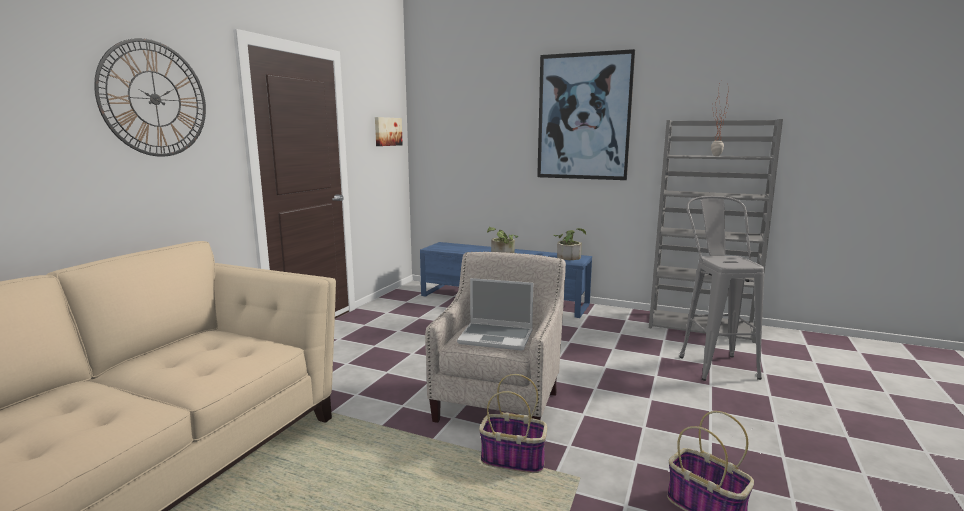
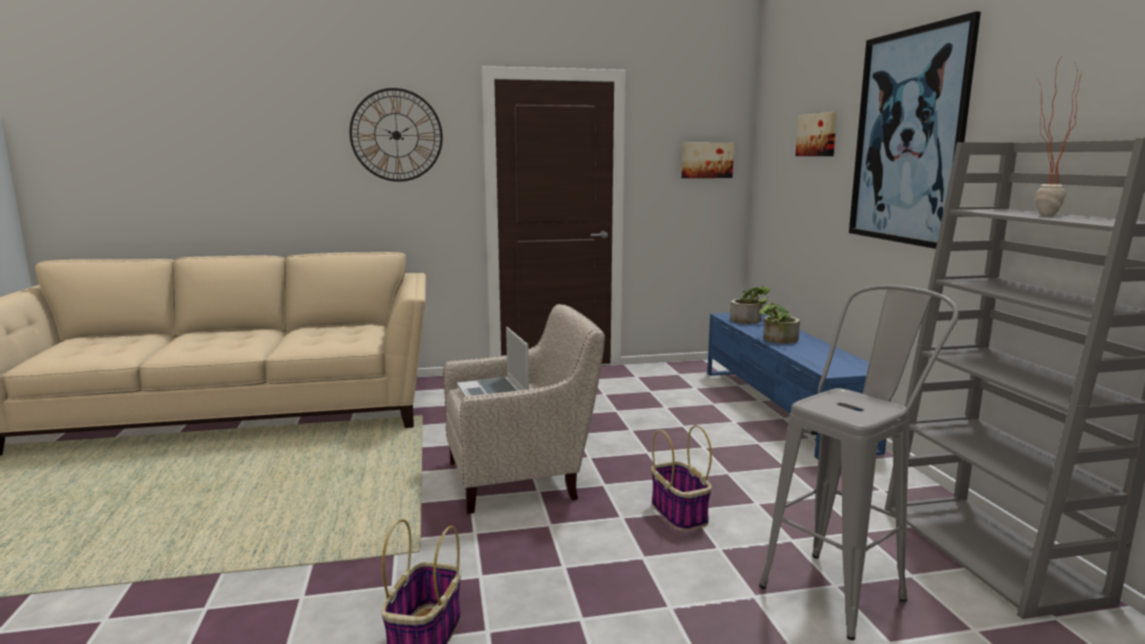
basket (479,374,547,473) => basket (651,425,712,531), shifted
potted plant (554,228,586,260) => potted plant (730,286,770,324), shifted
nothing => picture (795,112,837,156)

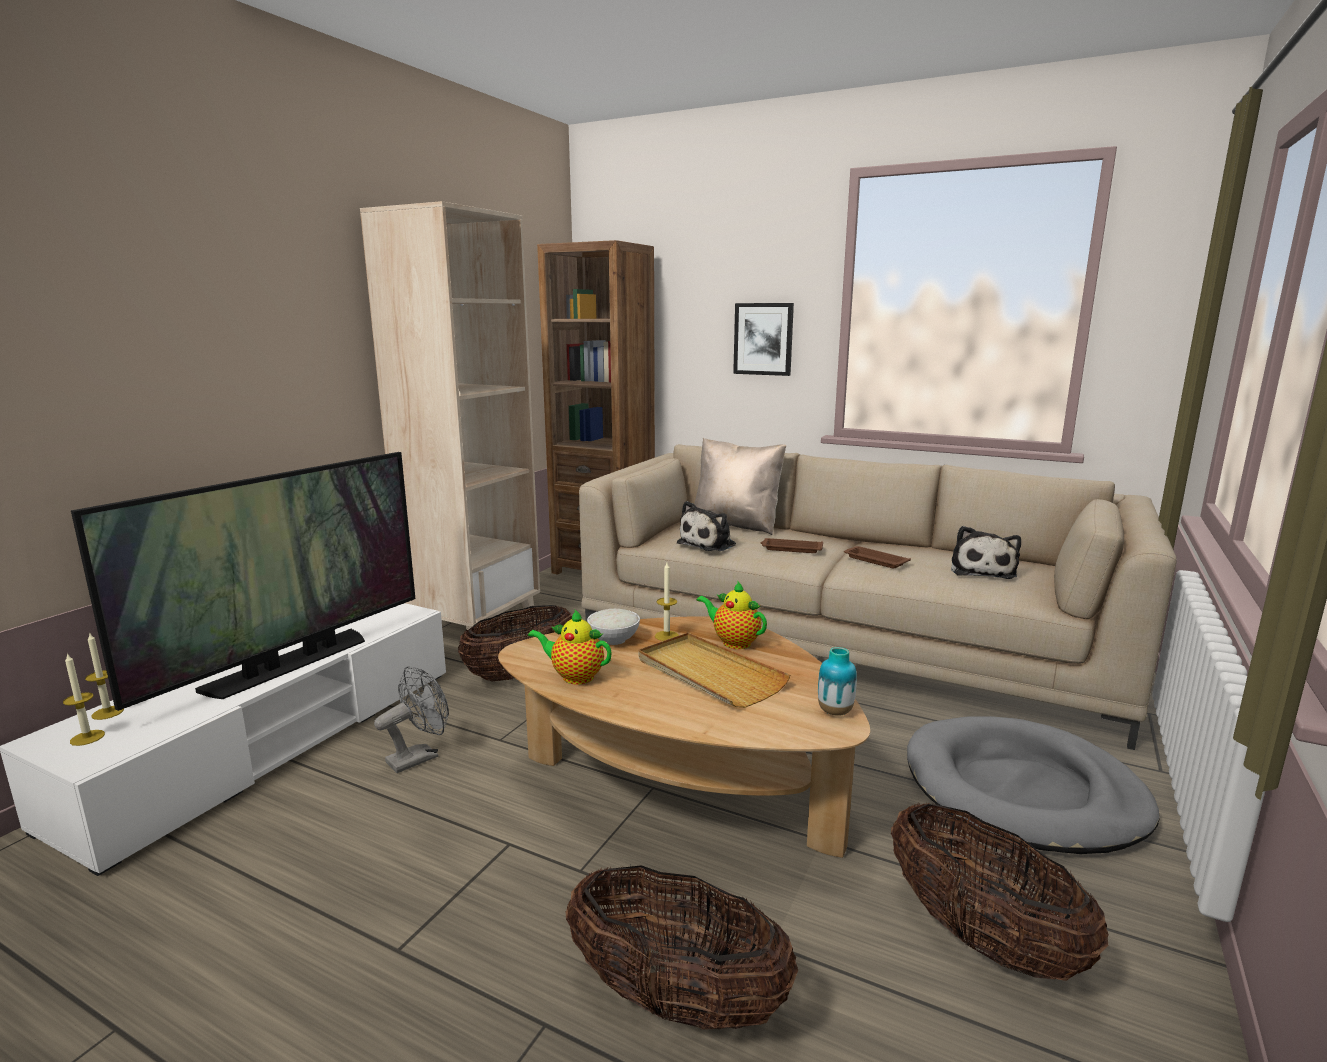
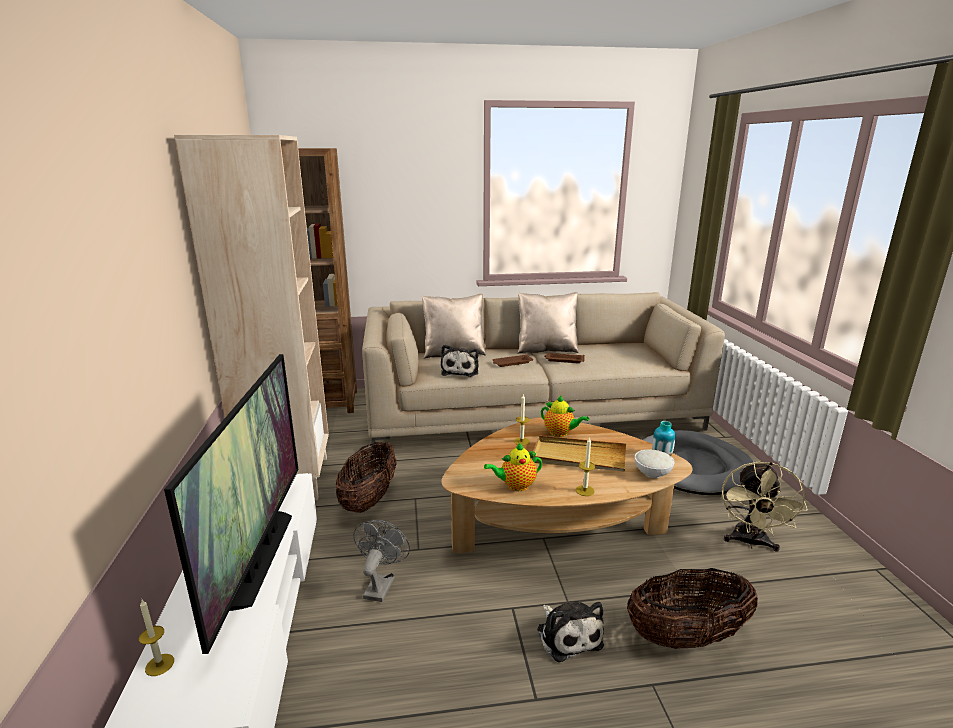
nothing => pillow in beige (517,292,579,354)
plush toy (951,526,1021,579) => plush toy (537,601,604,662), shifted
teapot (697,581,767,649) => teapot (541,395,589,437), 150 degrees counterclockwise
candle (63,653,105,746) => candle (576,437,595,496), shifted
bowl in white (587,609,640,645) => bowl in white (635,450,675,478), shifted
basket (891,802,1109,981) => fan in beige (722,461,808,552)
picture (733,303,794,376) => nothing

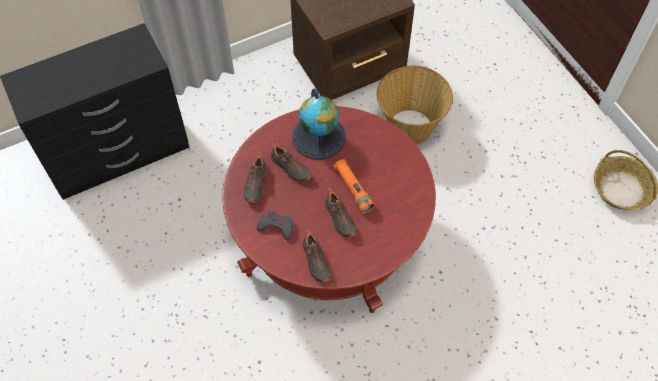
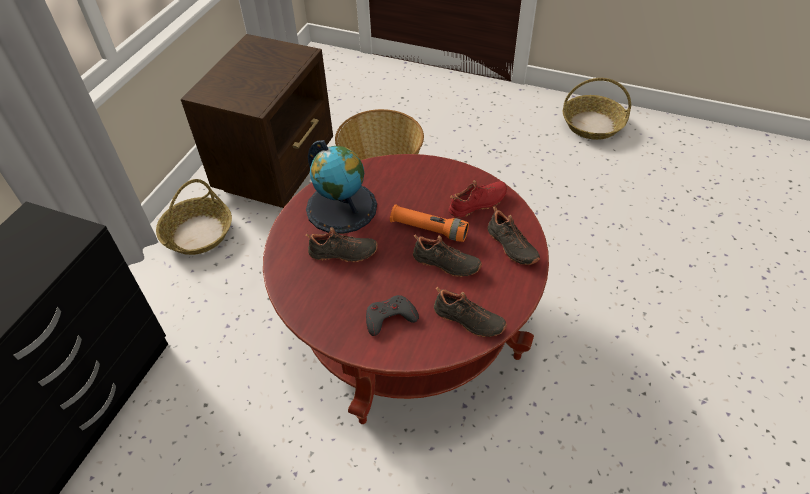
nothing => basket (156,179,232,255)
nothing => shoe in red (449,180,507,218)
shoe in black (244,152,267,203) => shoe in black (487,206,540,265), shifted

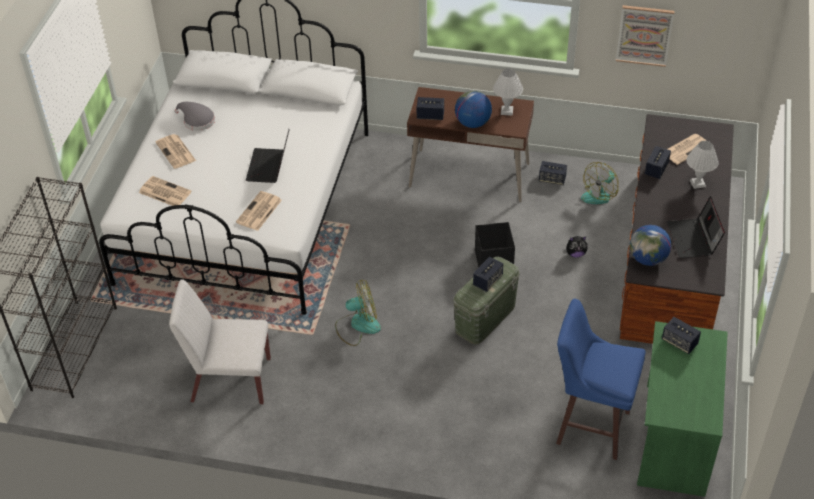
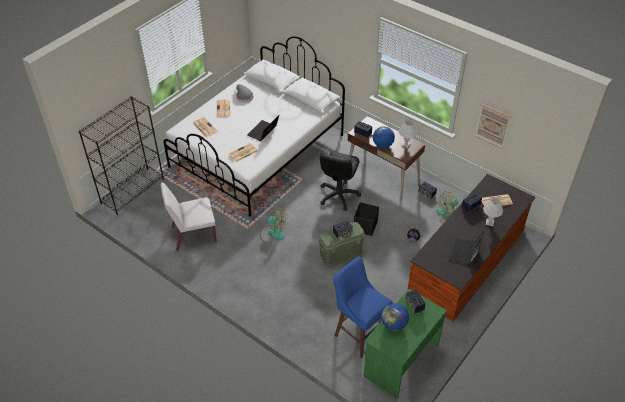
chair in white (169,279,271,404) => chair in white (160,183,217,251), 45 degrees counterclockwise
nothing => office chair in black (320,152,361,211)
globe (630,225,671,266) => globe (381,303,409,331), shifted

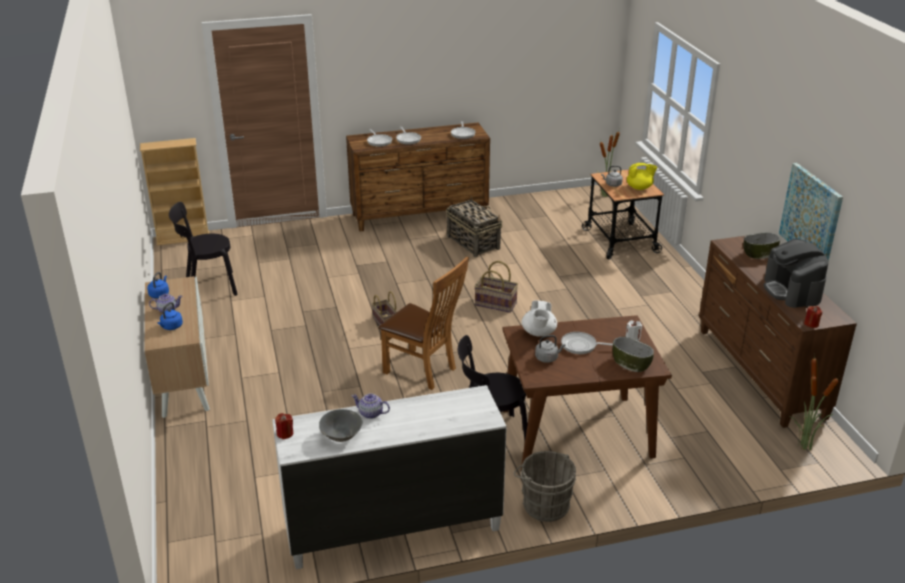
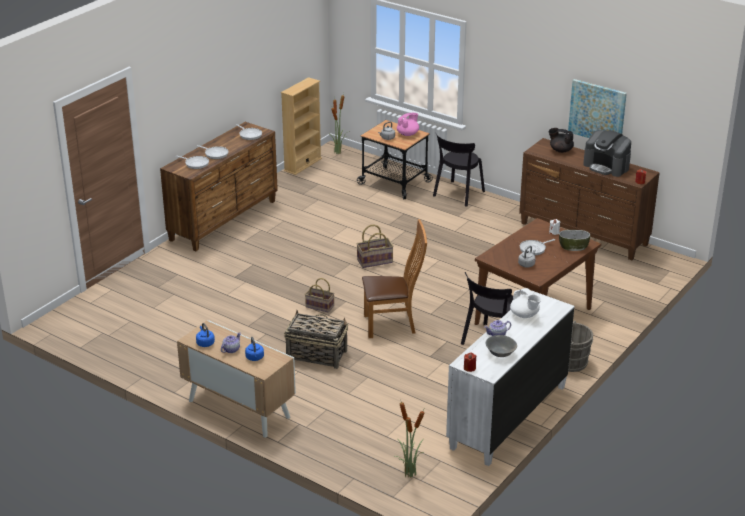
bookcase in beige (140,138,209,246) => bookcase in beige (281,77,322,175), shifted
basket (446,196,503,257) => basket (284,310,348,369), shifted
potted plant (789,355,839,450) => potted plant (395,402,424,477), shifted
teapot in yellow (627,163,657,190) => teapot in pink (397,113,419,136)
chair in black (169,202,238,296) => chair in black (433,132,485,207), shifted
teapot in white (521,300,557,337) => teapot in white (510,288,541,318), shifted
bowl (743,232,780,259) => teapot in black (549,128,574,153)

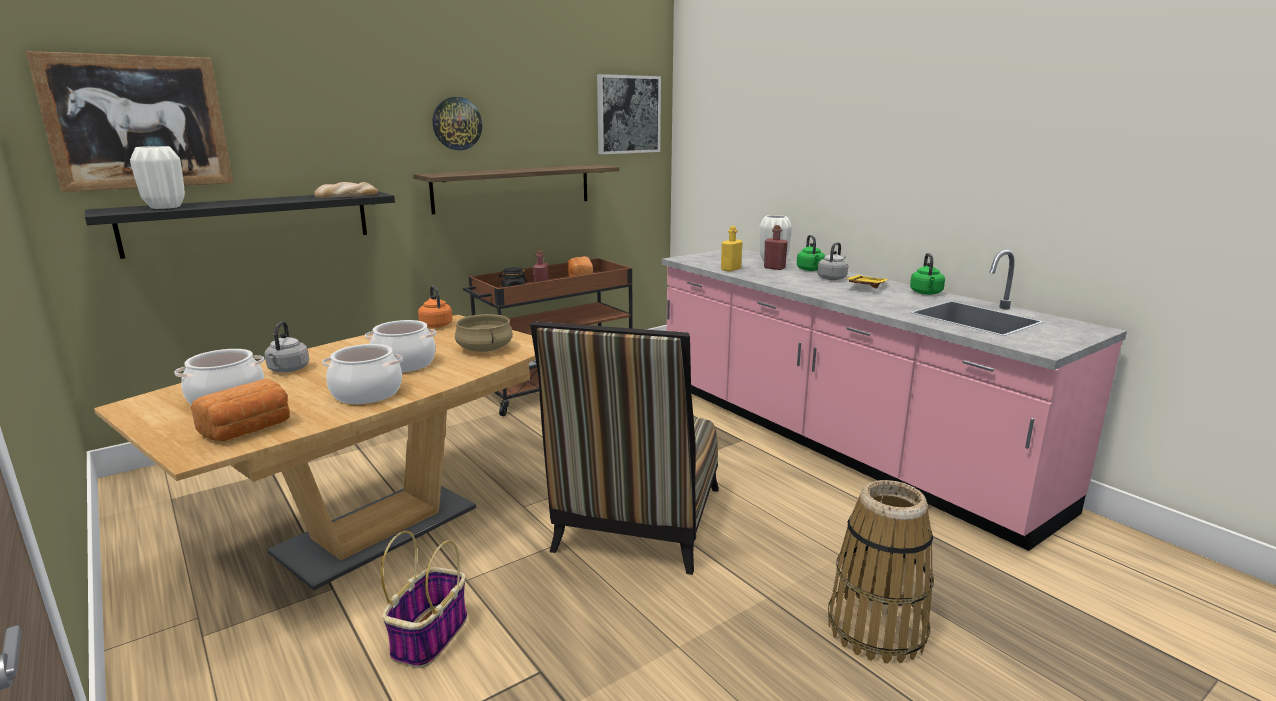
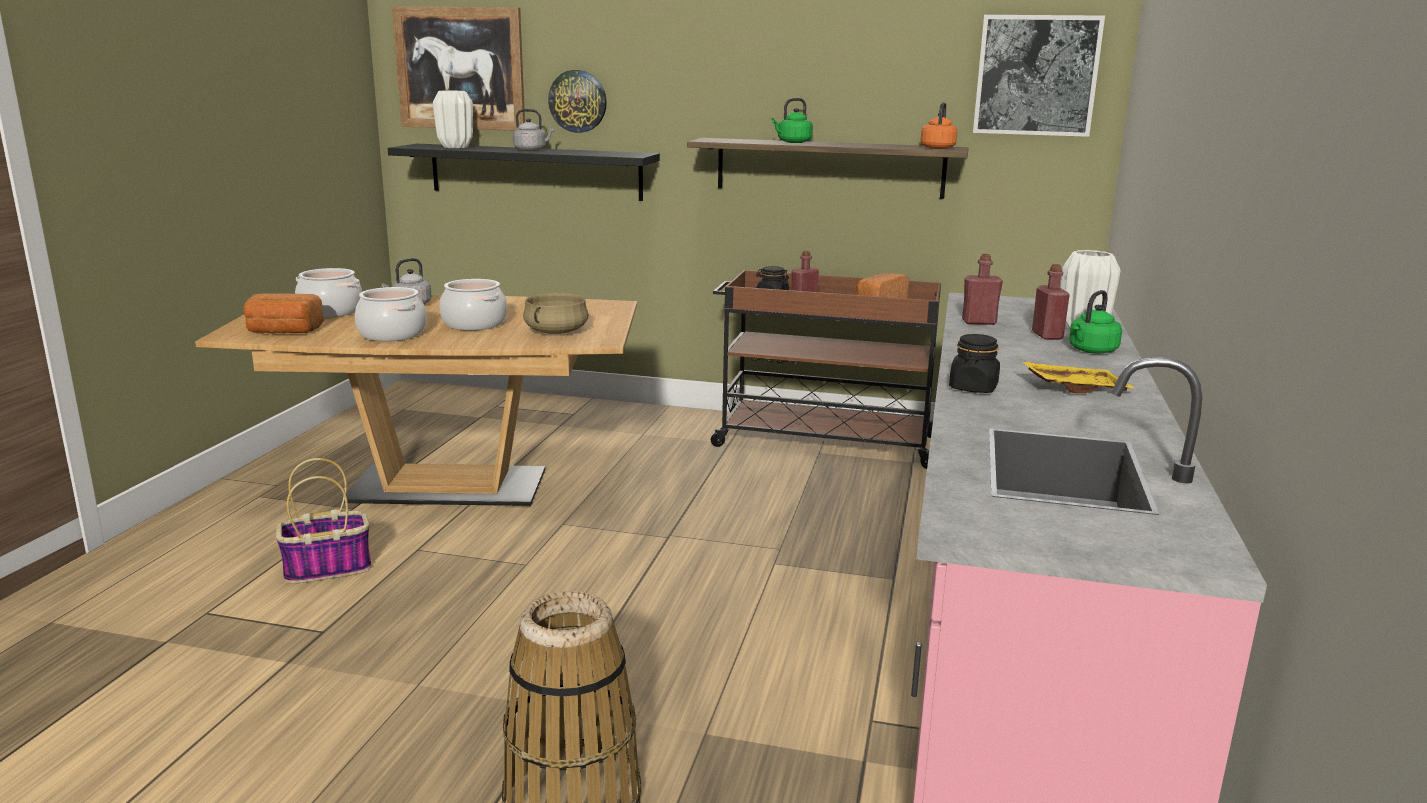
kettle in grey (817,242,848,280) => kettle in grey (513,109,554,151), shifted
wall clock (432,97,482,150) => wall clock (548,70,607,133), shifted
kettle in green (910,253,945,295) => kettle in green (771,98,813,143), shifted
kettle in orange (418,285,452,328) => kettle in orange (921,102,958,149), shifted
nothing => jar in black (949,334,1000,393)
bottle in yellow (721,226,742,272) => bottle in red (962,254,1003,325)
bread (314,182,378,198) => nothing
chair (530,321,719,575) => nothing

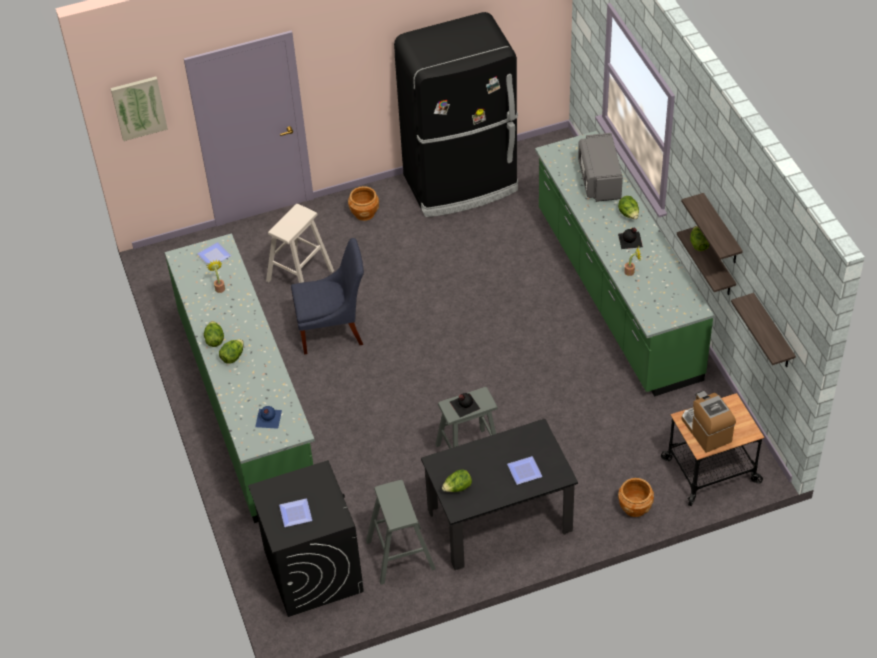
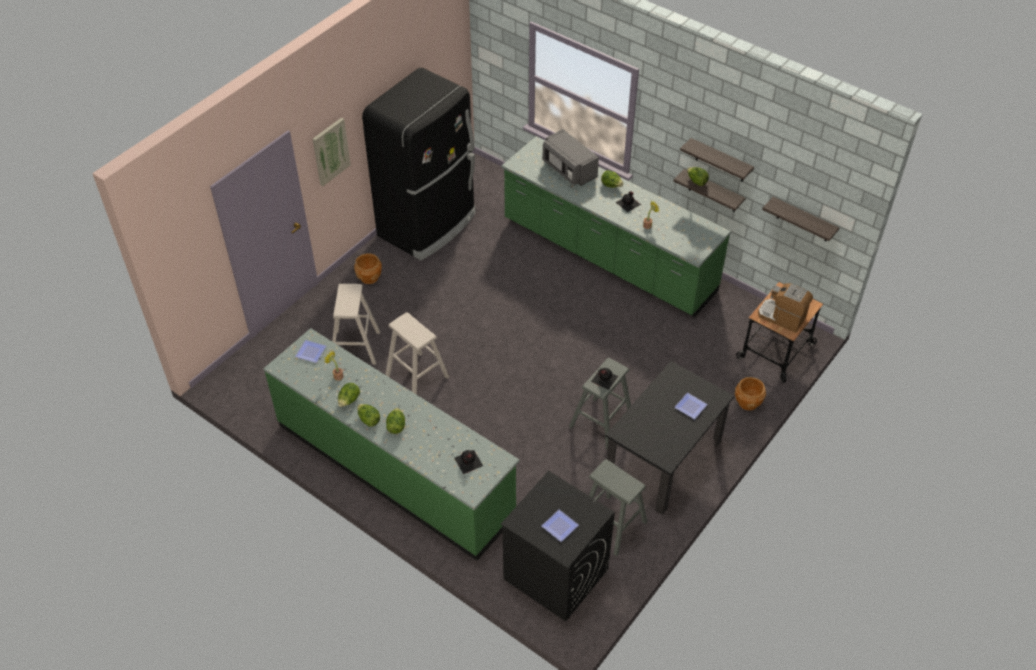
picture (111,77,168,141) => picture (313,118,351,186), shifted
lettuce (442,469,472,492) => lettuce (338,383,360,407), shifted
chair in blue (291,238,364,355) => stool in beige (385,312,449,395)
bottle in blue (255,406,282,429) => bottle in black (454,450,483,474)

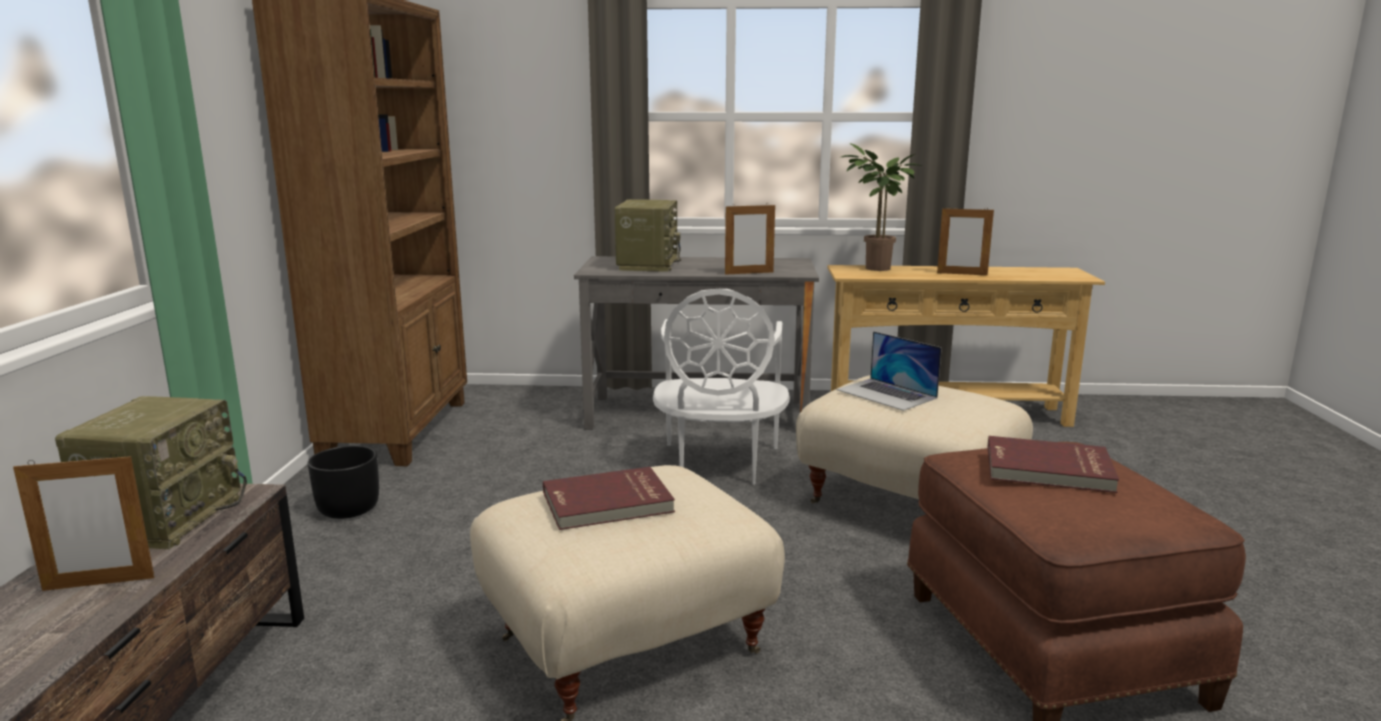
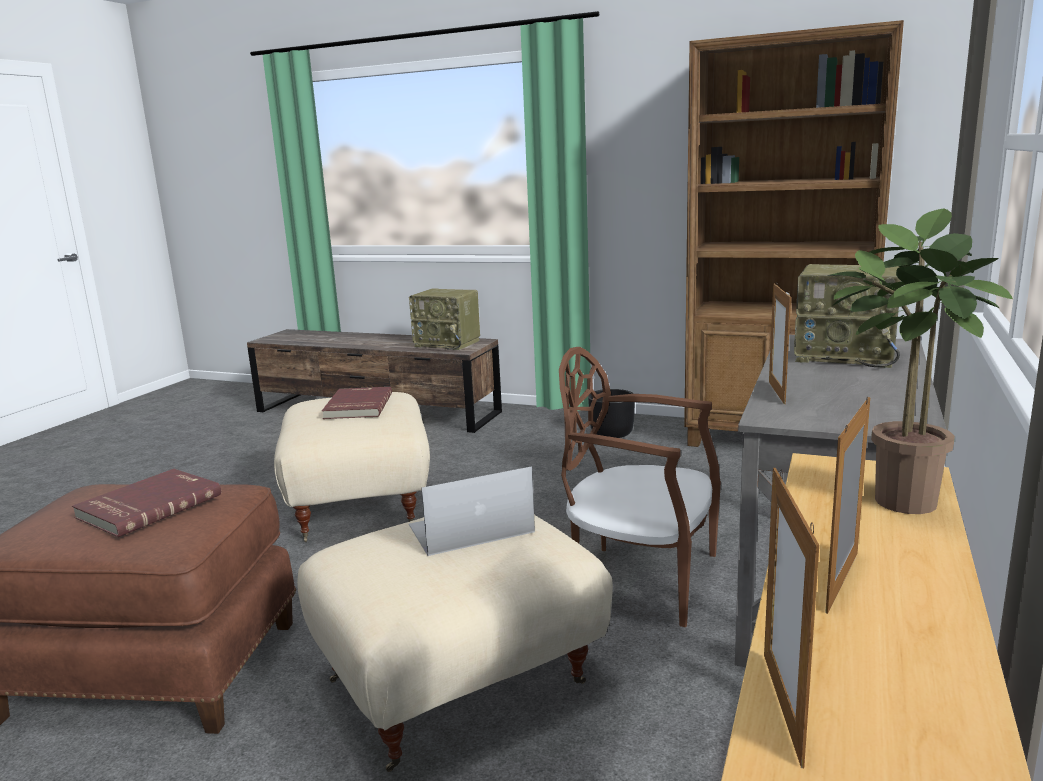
chair in white (653,289,790,485) => chair in brown (559,347,721,627)
picture frame (13,453,155,591) => picture frame (764,468,819,768), shifted

